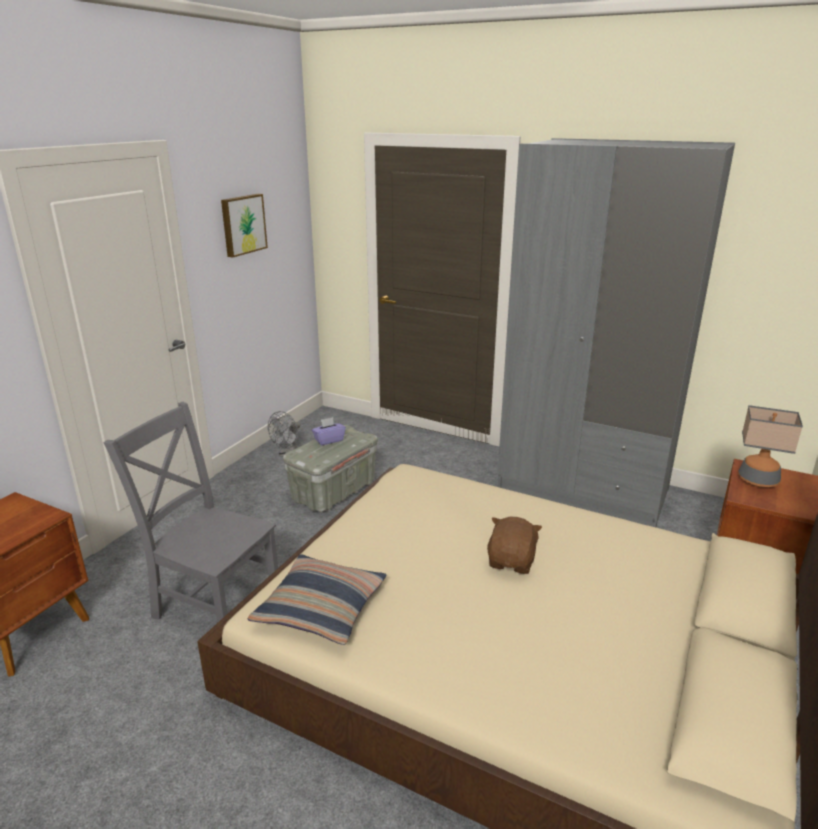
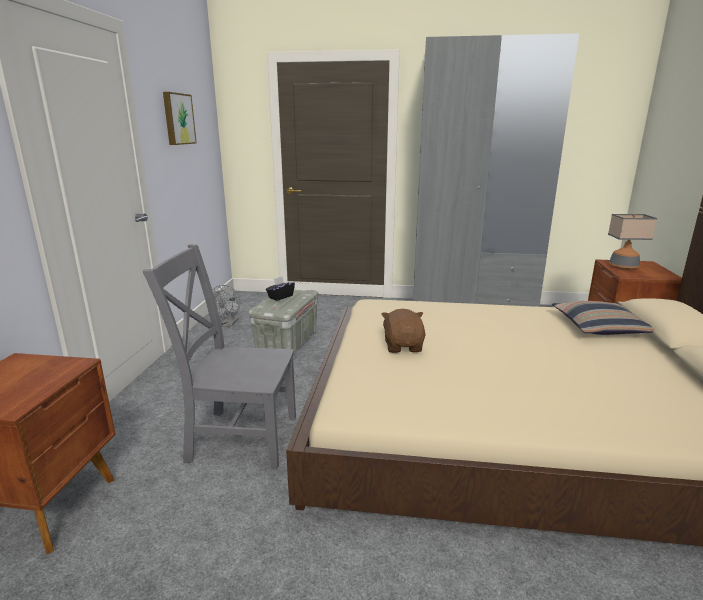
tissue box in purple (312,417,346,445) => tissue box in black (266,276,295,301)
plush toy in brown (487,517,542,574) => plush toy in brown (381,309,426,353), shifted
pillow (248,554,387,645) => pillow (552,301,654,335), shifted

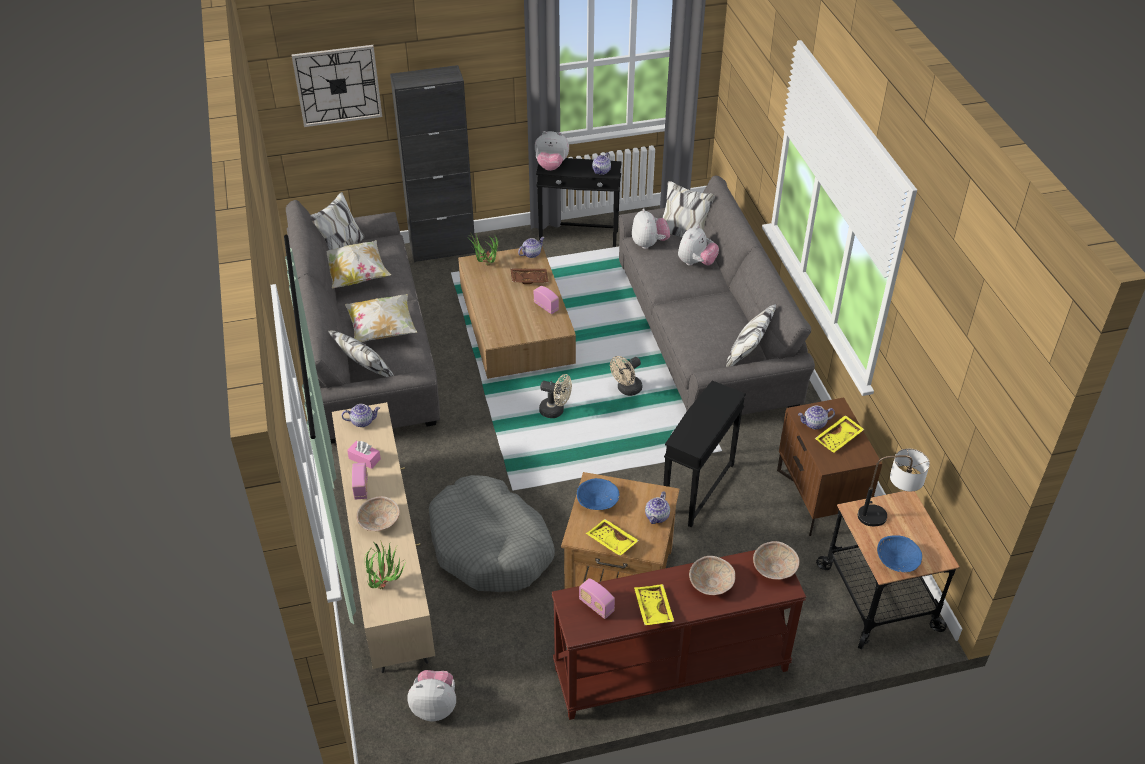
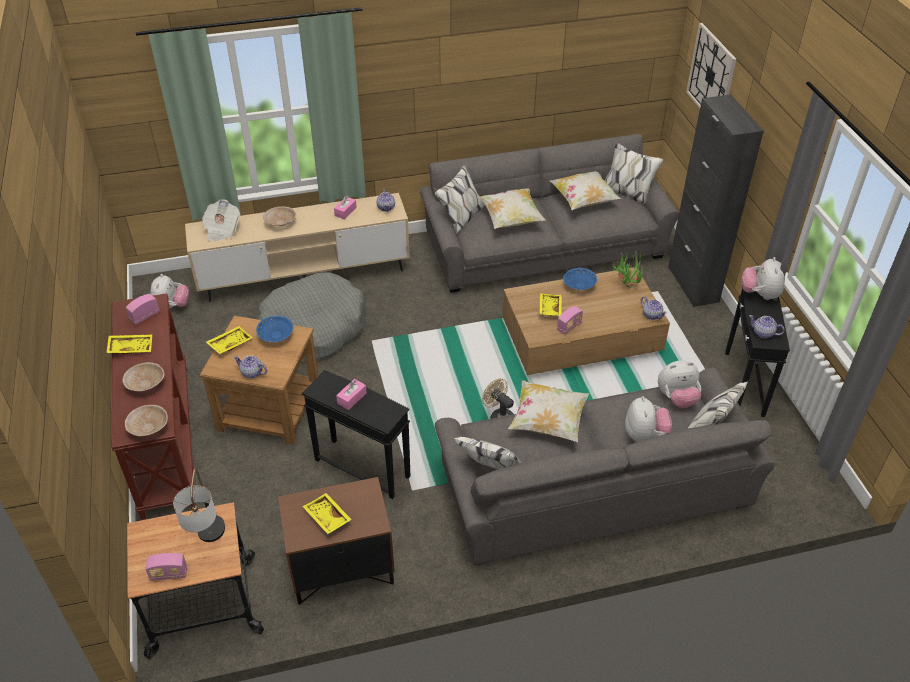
radio (352,463,368,500) => radio (146,553,187,581), shifted
potted plant (364,540,406,589) => newspaper (202,199,240,242)
nothing => tissue box in pink (336,379,367,410)
nothing => pillow (508,380,589,442)
nothing => tray in yellow (539,293,562,316)
bowl in blue (877,535,922,572) => bowl in blue (563,268,597,290), shifted
plush toy (678,225,719,266) => plush toy (625,396,672,442), 120 degrees counterclockwise
tray in brown (510,268,549,284) => nothing
fan in beige (539,374,572,418) => nothing
teapot (798,406,835,429) => nothing

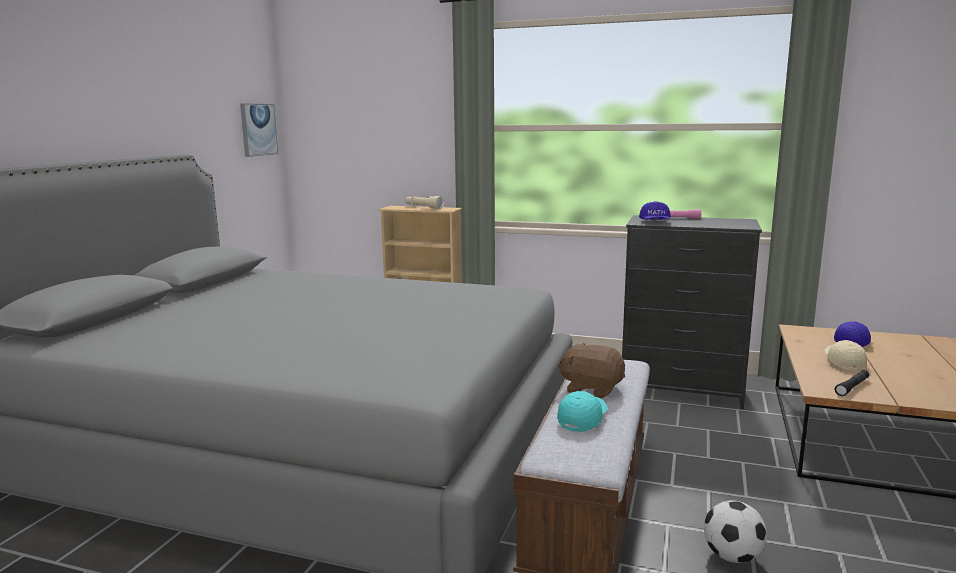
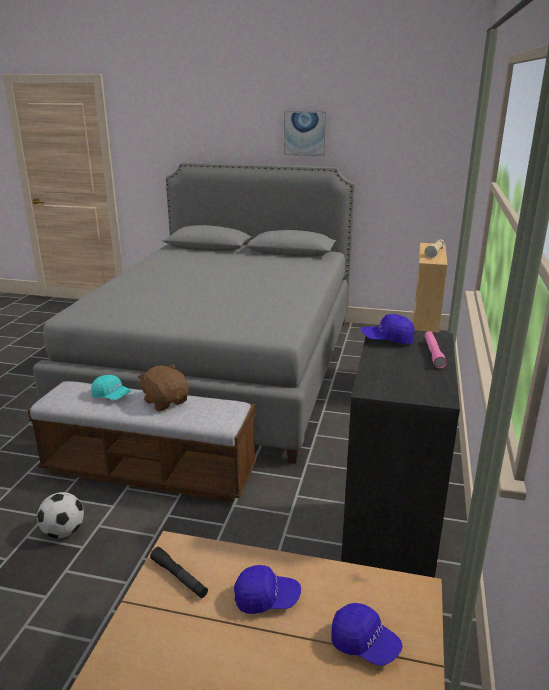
plush toy in brown (557,343,625,399) => plush toy in brown (138,364,189,411), 60 degrees counterclockwise
cap in beige (824,340,867,371) => cap in blue (234,565,301,614)
picture (240,103,278,157) => picture (284,111,326,156), shifted

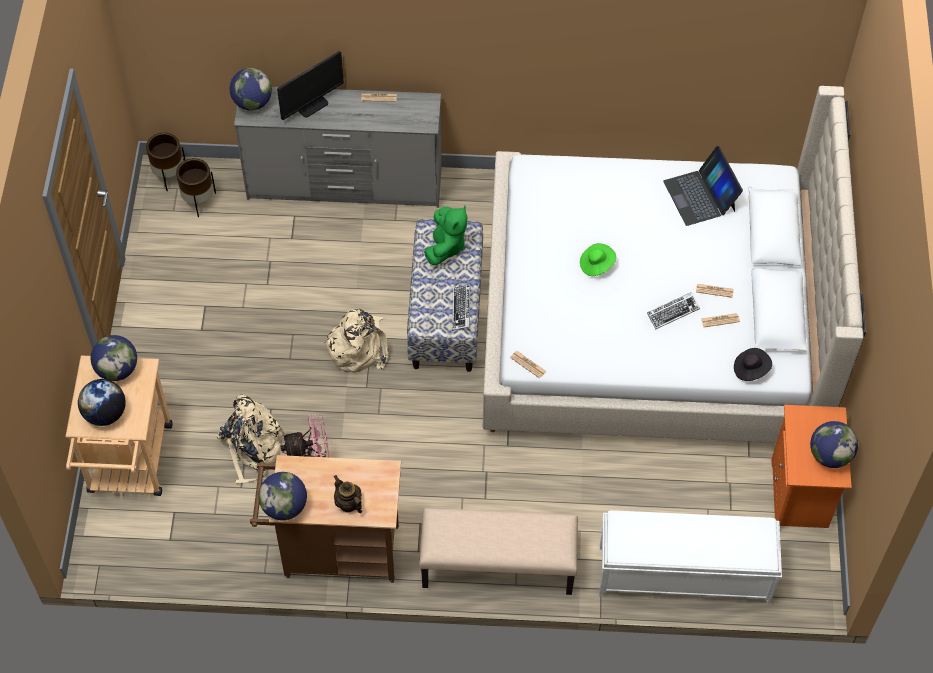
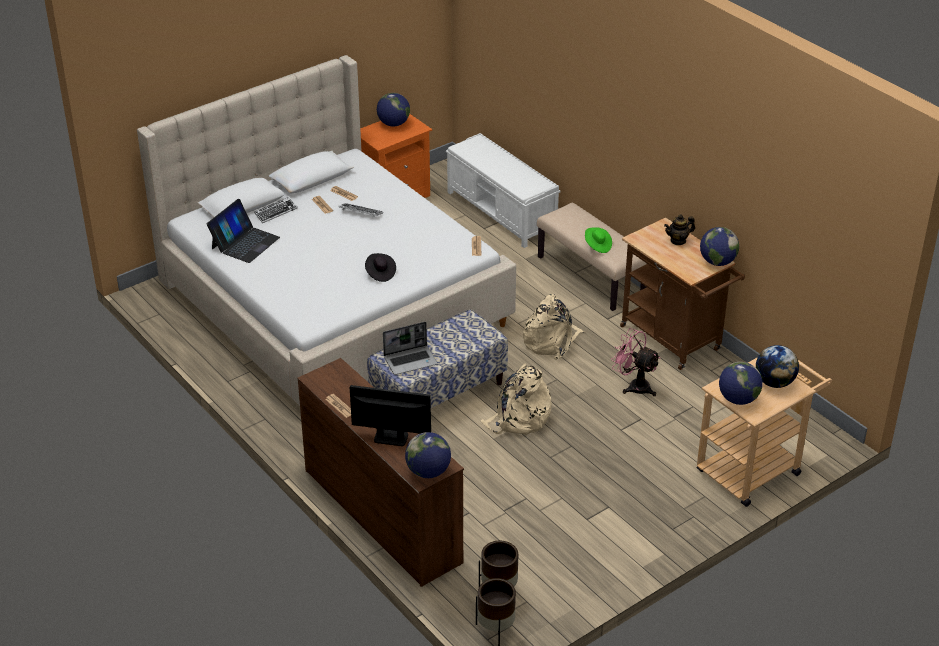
keyboard (453,284,471,331) => keyboard (254,197,298,223), shifted
dresser in grey (234,87,442,208) => dresser in brown (297,358,464,587)
hat in black (734,348,772,381) => hat in black (365,253,396,282), shifted
plush toy in green (424,206,467,265) => laptop (383,322,438,375)
backpack in beige (217,395,287,484) => backpack in beige (523,294,585,360), shifted
hat in green (580,243,616,276) => hat in green (585,227,612,253), shifted
teapot (334,475,362,513) => teapot (664,214,695,245), 60 degrees clockwise

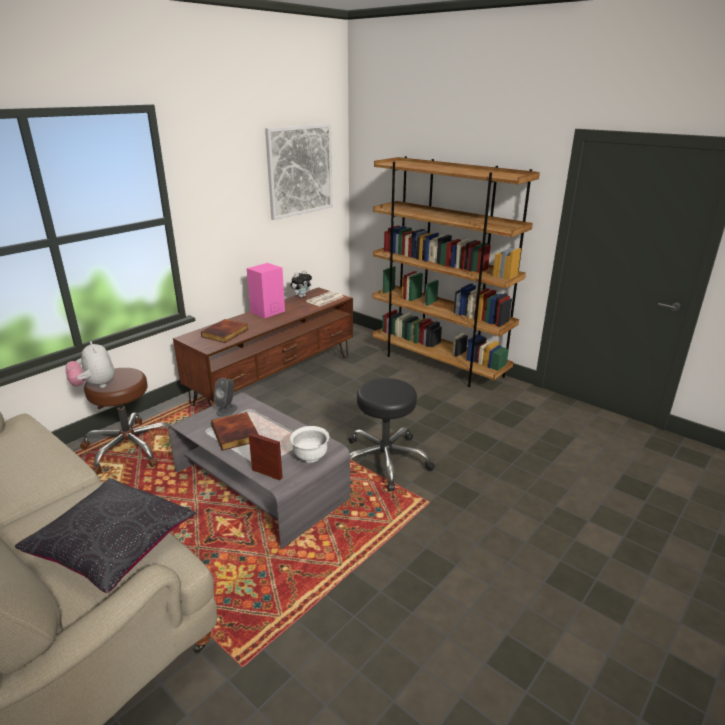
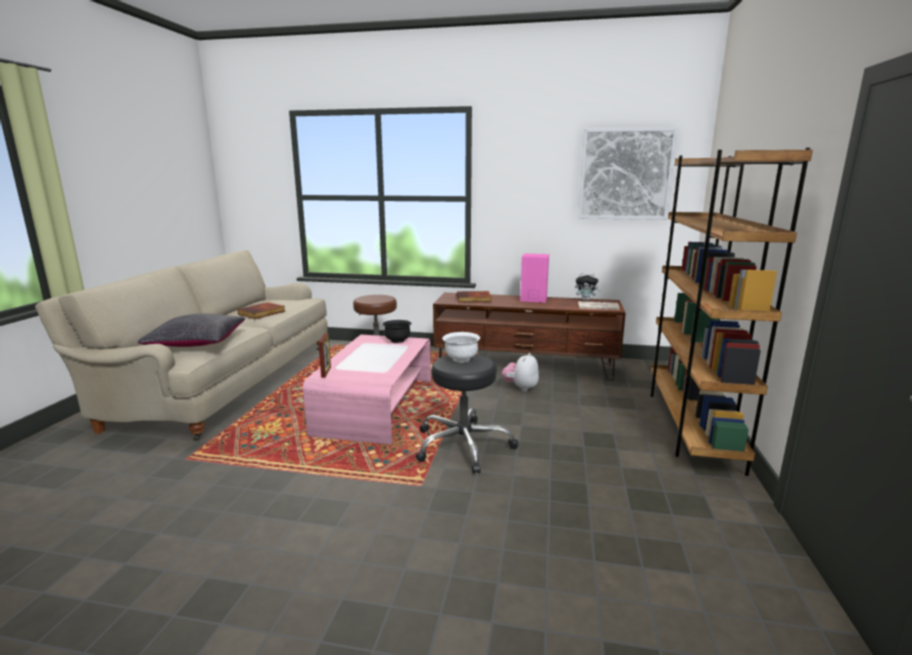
book (211,412,259,450) => book (237,302,286,319), shifted
coffee table in grey (168,392,350,549) => coffee table in pink (303,335,431,444)
speaker in grey (214,378,237,417) => bowl in black (383,320,412,343)
bowl in white (290,426,329,462) => bowl in white (442,332,480,363), shifted
plush toy (65,341,115,388) => plush toy (502,353,539,392), shifted

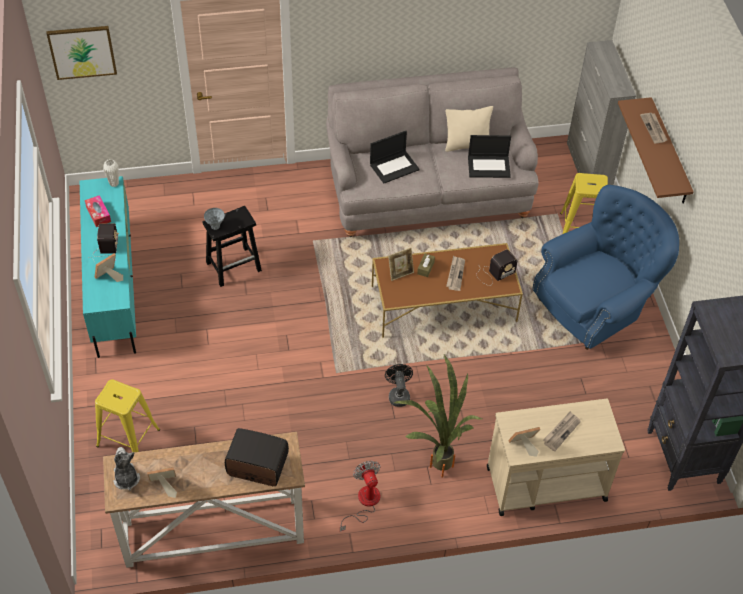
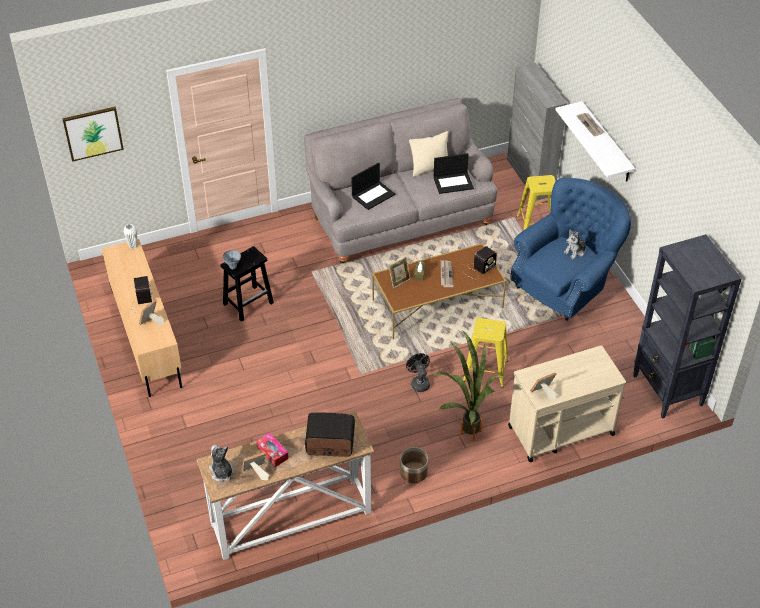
tv stand in turquoise (80,176,136,358) => tv stand in beige (102,239,182,397)
tissue box (85,195,111,227) => tissue box (256,433,289,467), shifted
fan (340,461,380,532) => planter (400,447,428,483)
stool in yellow (95,379,160,452) => stool in yellow (463,318,508,388), shifted
shelf in brown (618,97,694,204) => shelf in white (556,101,635,181)
nothing => plush toy (564,229,588,259)
newspaper (543,411,581,451) => nothing

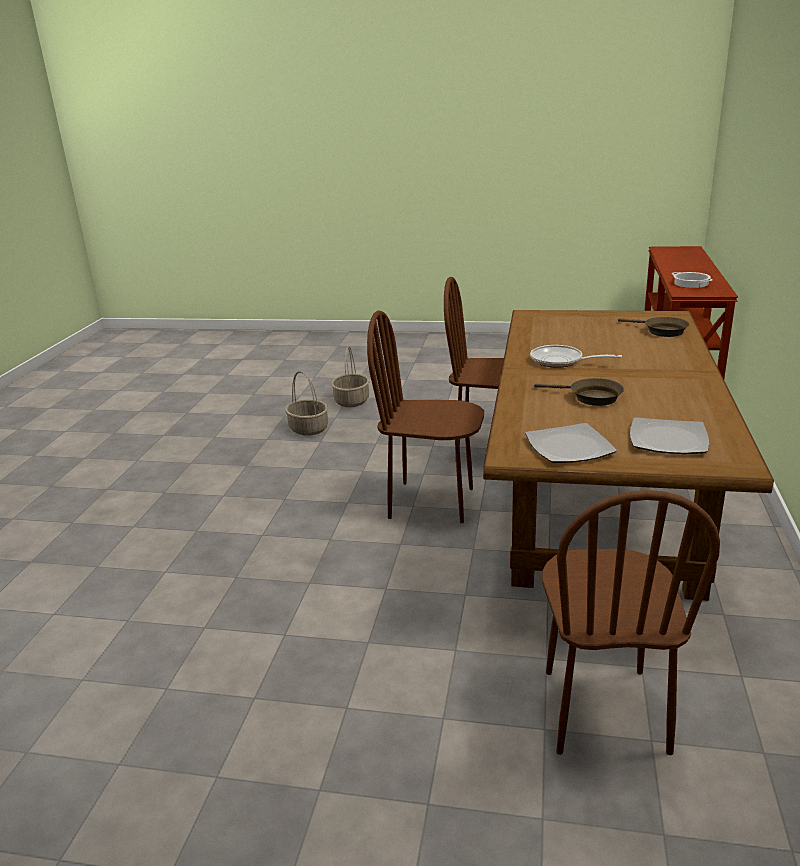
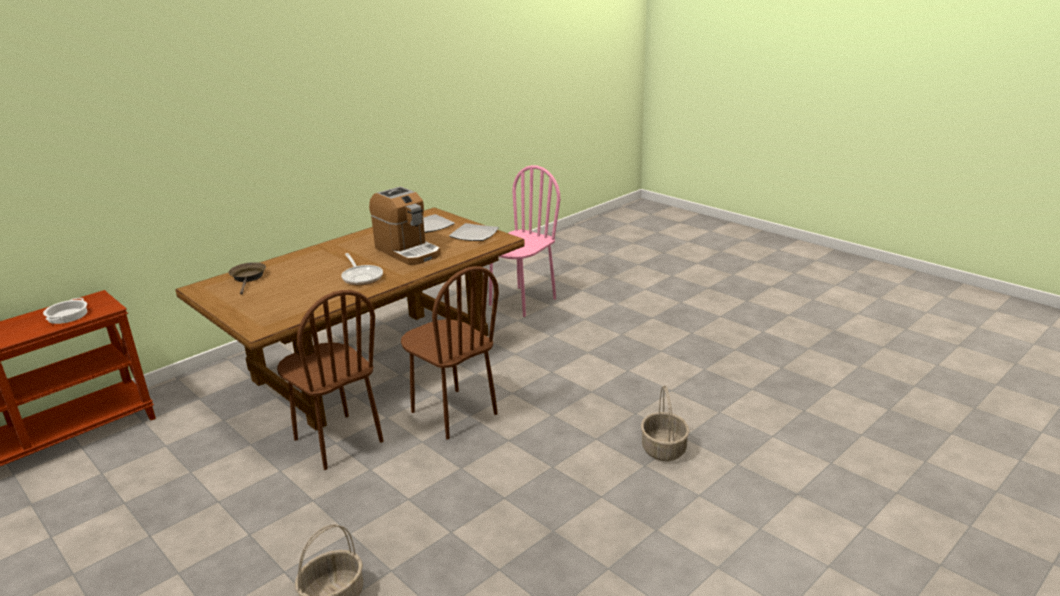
frying pan in brown (534,378,624,406) => coffee machine (369,186,441,265)
chair in brown (542,490,720,755) => chair in pink (489,165,560,317)
basket (285,371,328,436) => basket (641,386,689,461), shifted

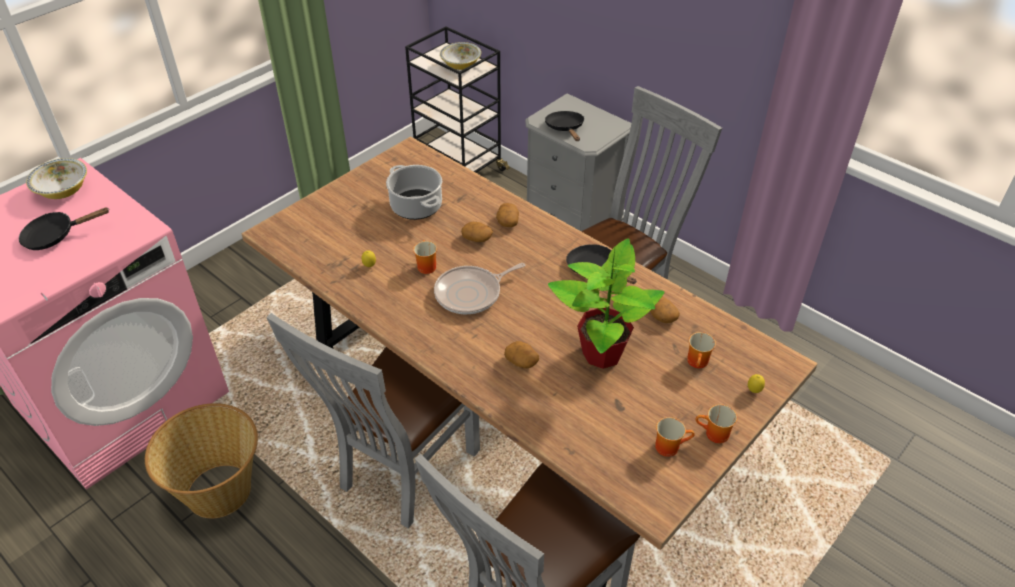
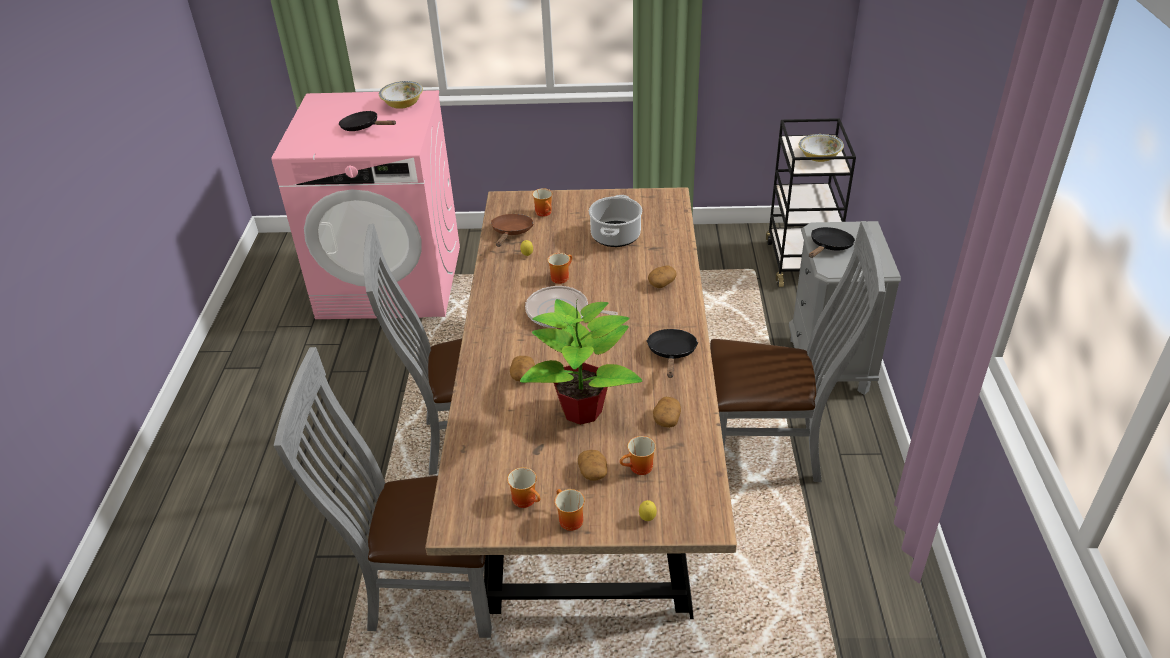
nothing => frying pan in brown (491,214,533,247)
nothing => mug (532,188,553,217)
potato (461,222,493,242) => potato (578,450,607,481), shifted
basket (145,403,258,518) => nothing

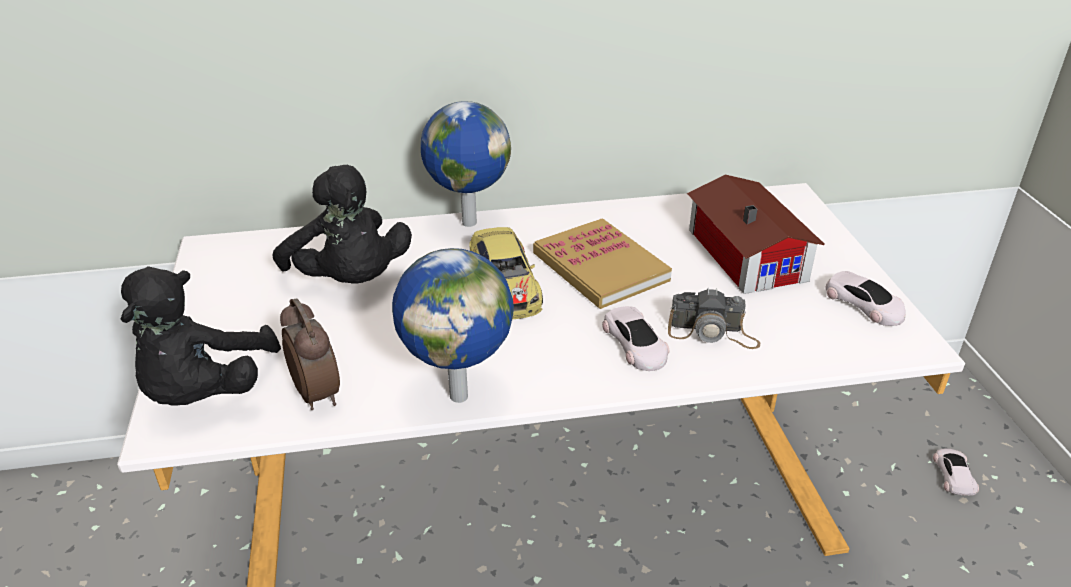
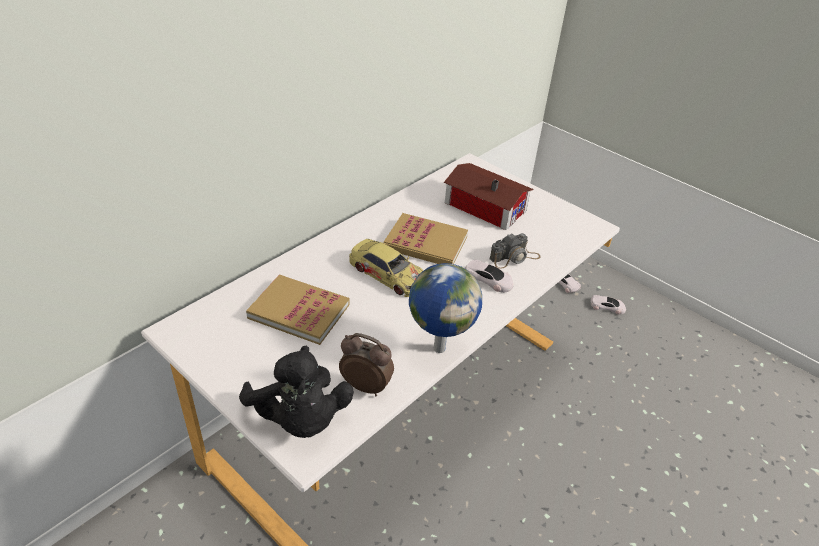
plush toy in black (272,165,412,284) => book (246,275,350,345)
toy car in white (825,271,906,326) => toy car in white (591,295,626,315), shifted
globe (421,101,511,227) => nothing

